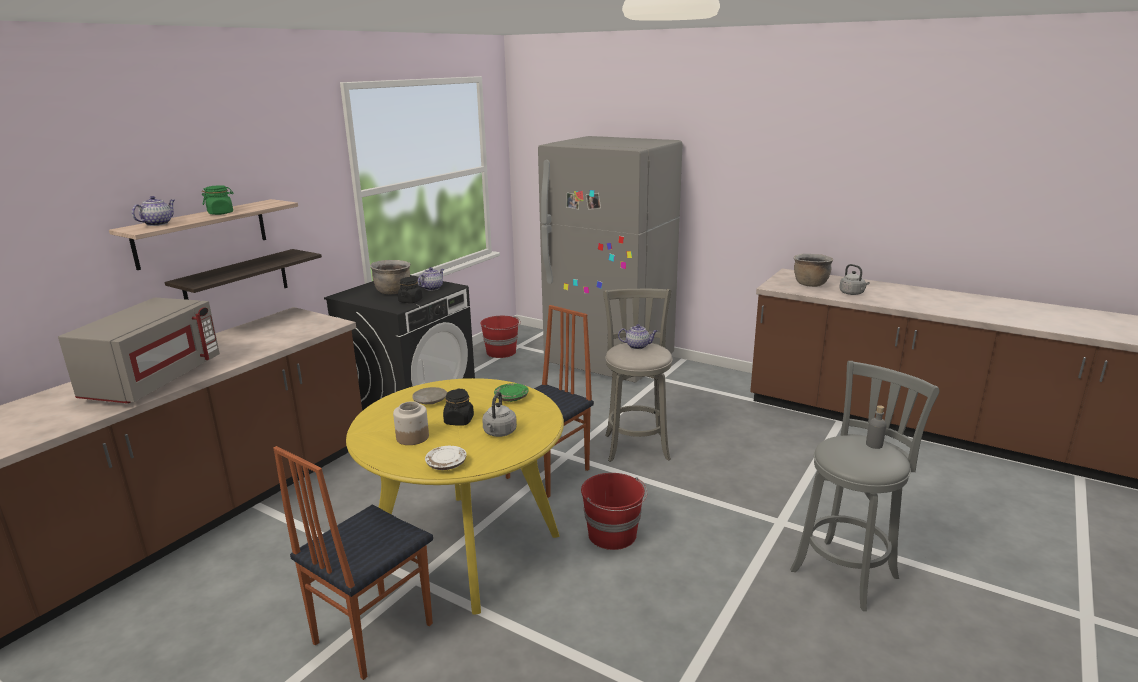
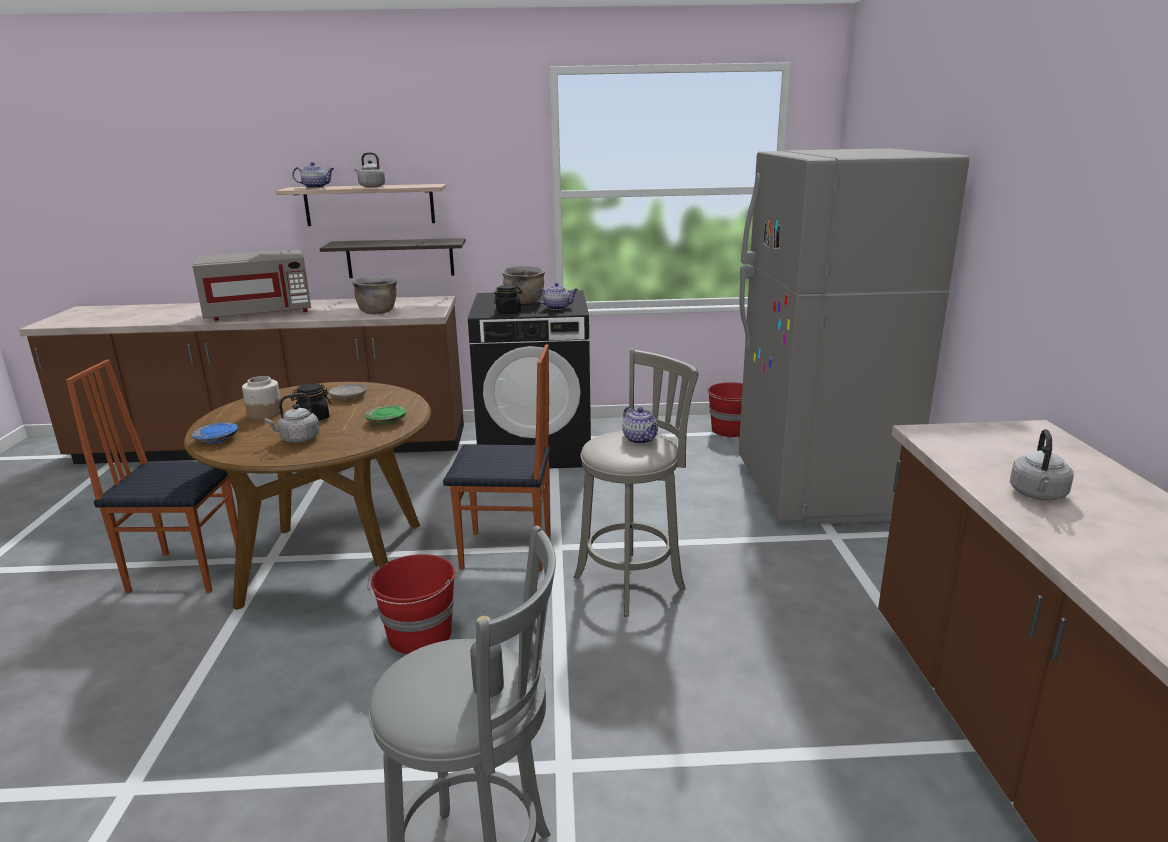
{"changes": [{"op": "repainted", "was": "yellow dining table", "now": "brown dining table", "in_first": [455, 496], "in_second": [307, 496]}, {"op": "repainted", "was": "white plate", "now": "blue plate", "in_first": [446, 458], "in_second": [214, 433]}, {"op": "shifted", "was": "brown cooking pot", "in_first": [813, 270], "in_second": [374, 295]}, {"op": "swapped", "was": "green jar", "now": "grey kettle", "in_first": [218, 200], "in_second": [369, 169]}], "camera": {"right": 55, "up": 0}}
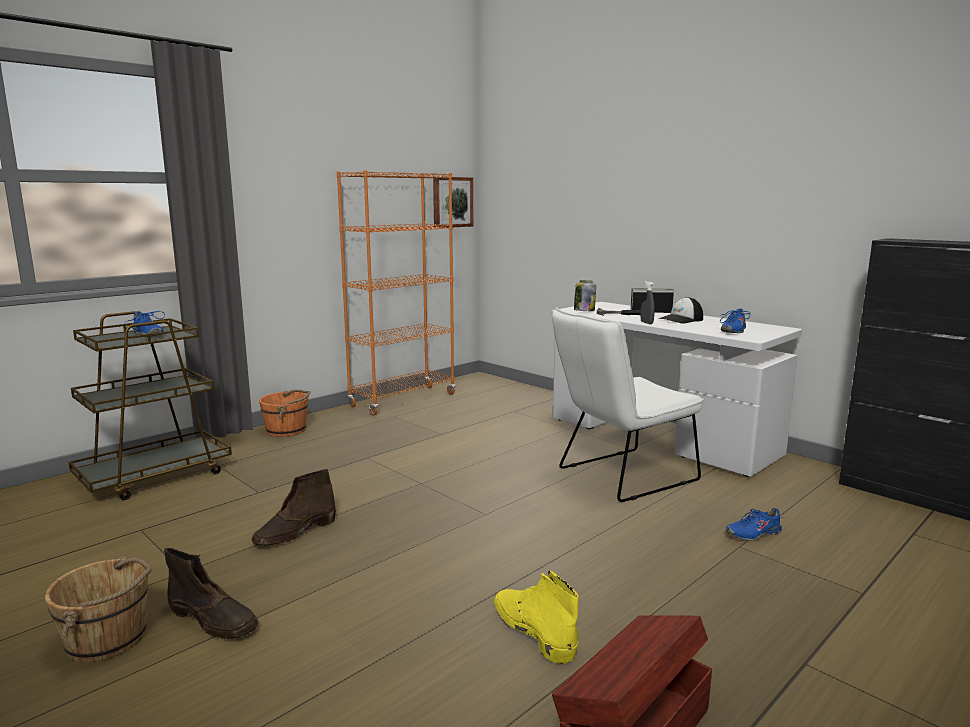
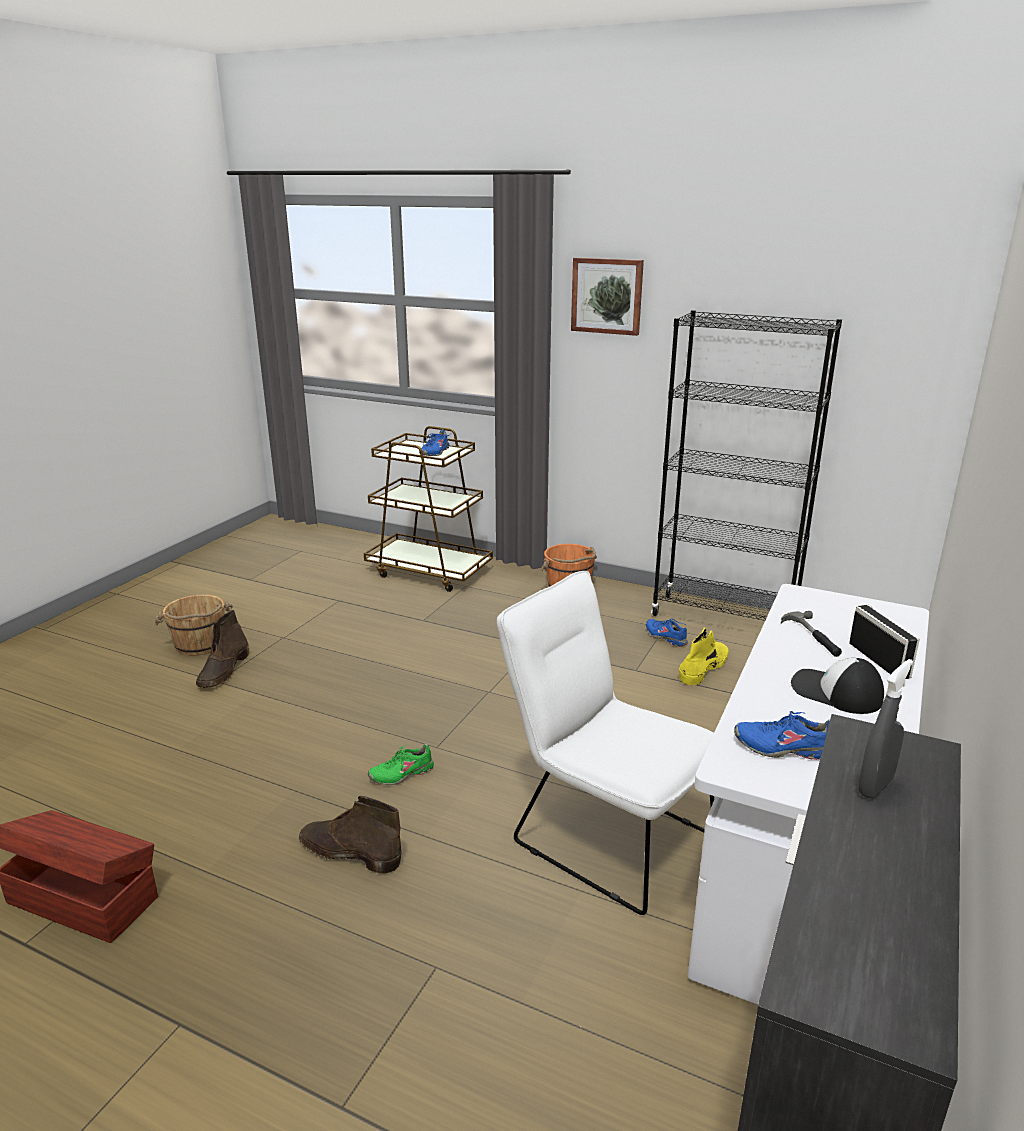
{"changes": [{"op": "shifted", "was": "brown boot", "in_first": [294, 507], "in_second": [350, 835]}, {"op": "new", "now": "green shoe", "in_second": [401, 764]}, {"op": "shifted", "was": "picture", "in_first": [453, 202], "in_second": [607, 296]}, {"op": "shifted", "was": "blue shoe", "in_first": [754, 524], "in_second": [667, 633]}, {"op": "repainted", "was": "orange bookcase", "now": "black bookcase", "in_first": [396, 293], "in_second": [746, 465]}, {"op": "shifted", "was": "yellow boot", "in_first": [536, 617], "in_second": [704, 656]}, {"op": "shifted", "was": "grey spray bottle", "in_first": [648, 302], "in_second": [885, 729]}, {"op": "gone", "was": "jar", "in_first": [585, 295]}], "camera": {"right": 70, "up": 10}}
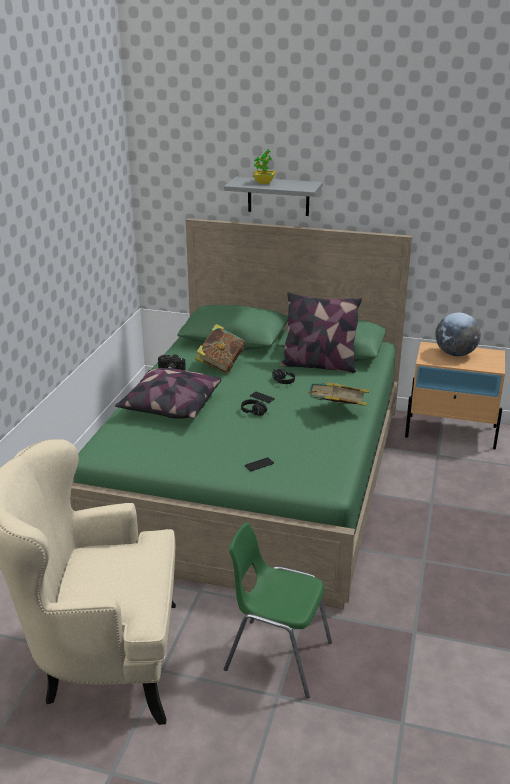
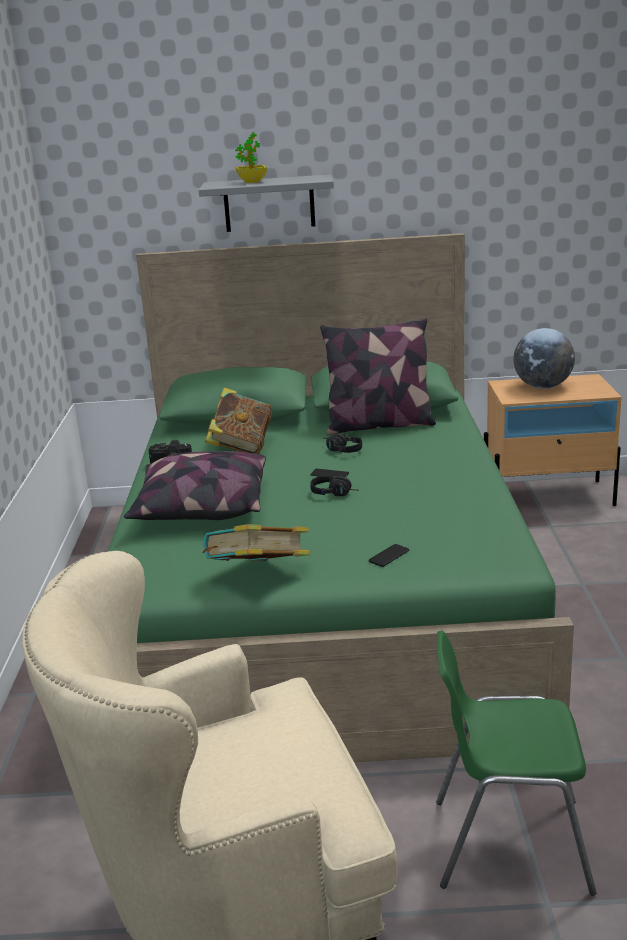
{"changes": [{"op": "shifted", "was": "book", "in_first": [338, 394], "in_second": [256, 542]}], "camera": {"right": -15, "up": -5}}
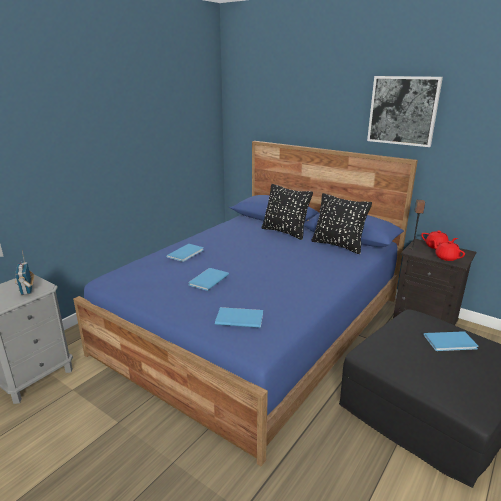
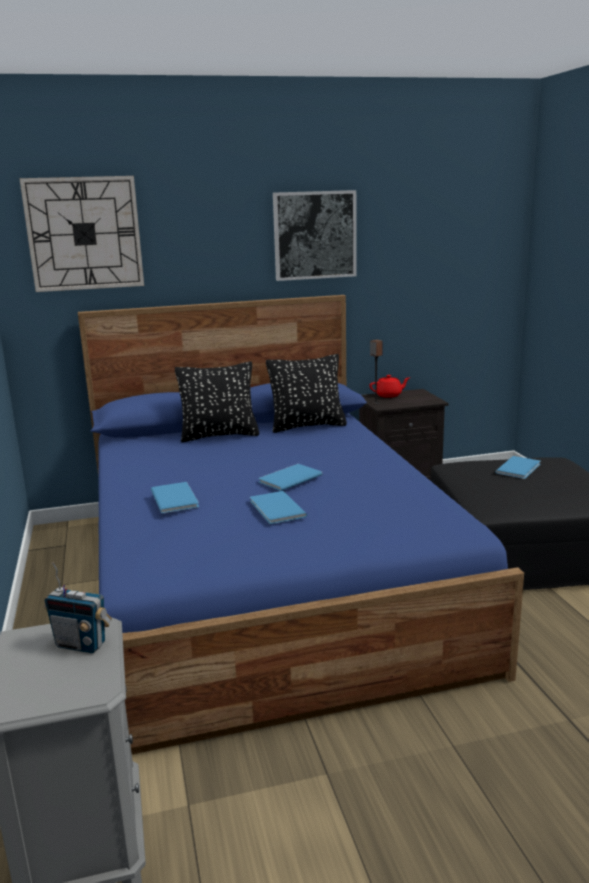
{"changes": [{"op": "new", "now": "wall clock", "in_second": [81, 234]}, {"op": "shifted", "was": "blue book", "in_first": [239, 317], "in_second": [290, 477]}, {"op": "gone", "was": "red teapot", "in_first": [448, 250]}], "camera": {"right": -50, "up": -5}}
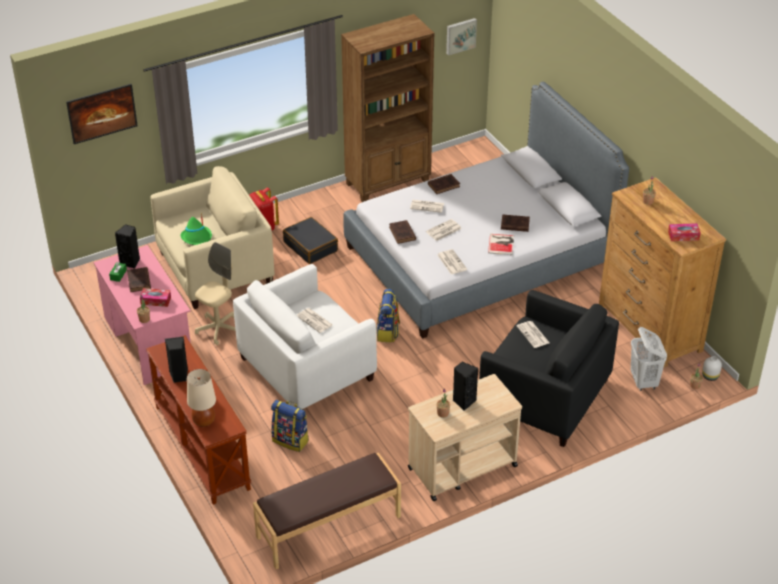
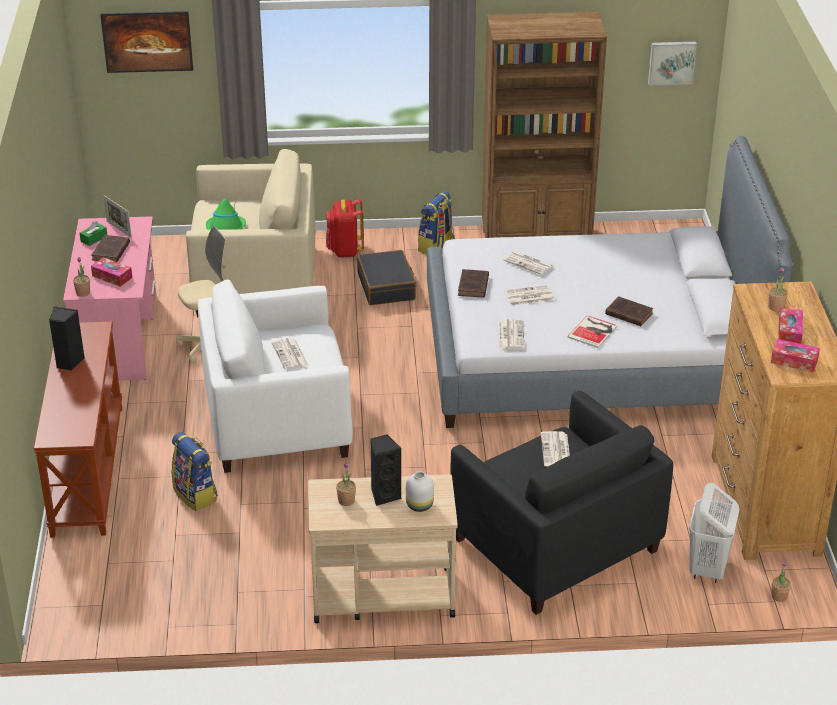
{"changes": [{"op": "swapped", "was": "black speaker", "now": "picture frame", "in_first": [127, 246], "in_second": [118, 216]}, {"op": "shifted", "was": "white vase", "in_first": [712, 368], "in_second": [420, 492]}, {"op": "shifted", "was": "backpack", "in_first": [388, 316], "in_second": [436, 222]}, {"op": "new", "now": "tissue box", "in_second": [790, 326]}, {"op": "gone", "was": "beige table lamp", "in_first": [201, 398]}, {"op": "gone", "was": "brown bench", "in_first": [327, 511]}, {"op": "gone", "was": "brown book", "in_first": [444, 184]}], "camera": {"right": 25, "up": -5}}
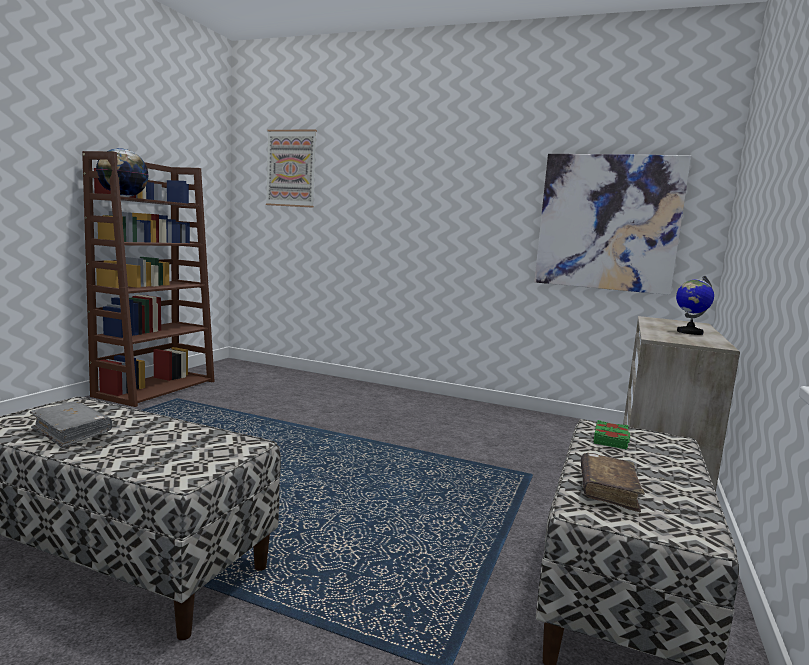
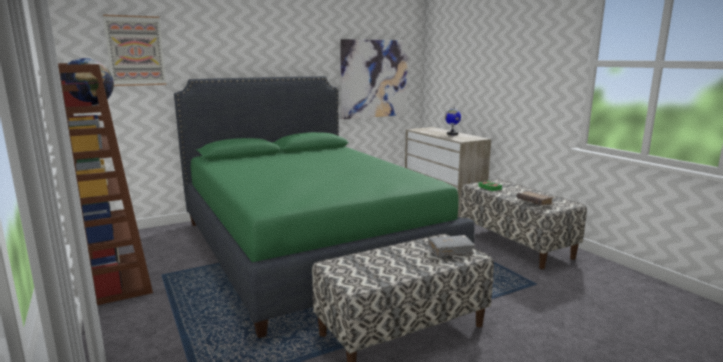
{"changes": [{"op": "new", "now": "green bed", "in_second": [324, 207]}, {"op": "shifted", "was": "grey book", "in_first": [71, 424], "in_second": [451, 246]}], "camera": {"right": -50, "up": 5}}
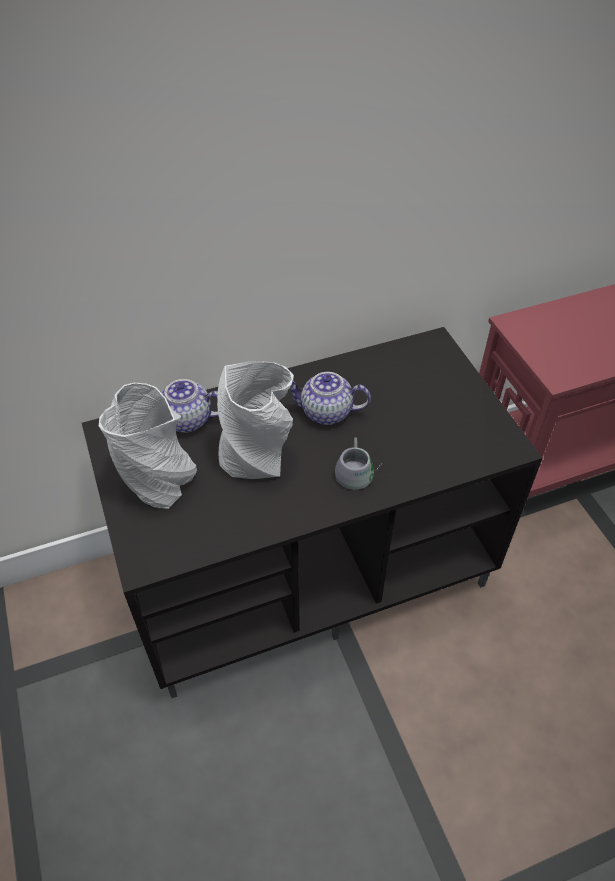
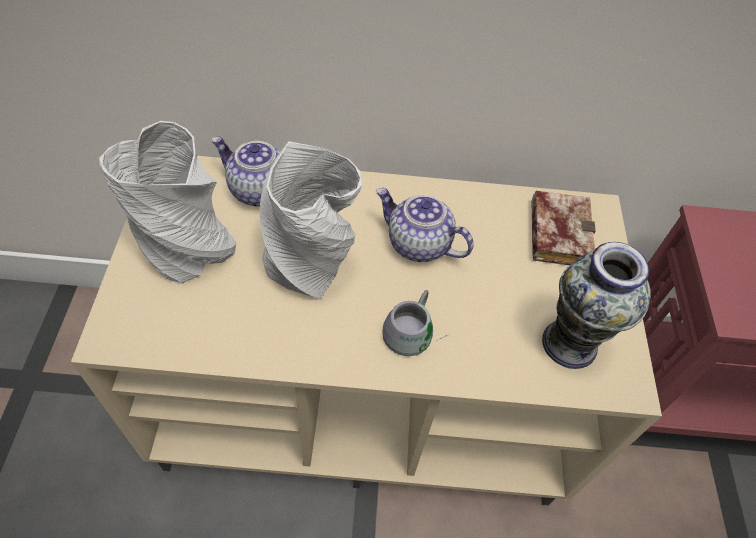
{"changes": [{"op": "repainted", "was": "black tv stand", "now": "beige tv stand", "in_first": [312, 512], "in_second": [366, 330]}, {"op": "new", "now": "book", "in_second": [563, 228]}, {"op": "new", "now": "vase", "in_second": [596, 305]}], "camera": {"right": 20, "up": 5}}
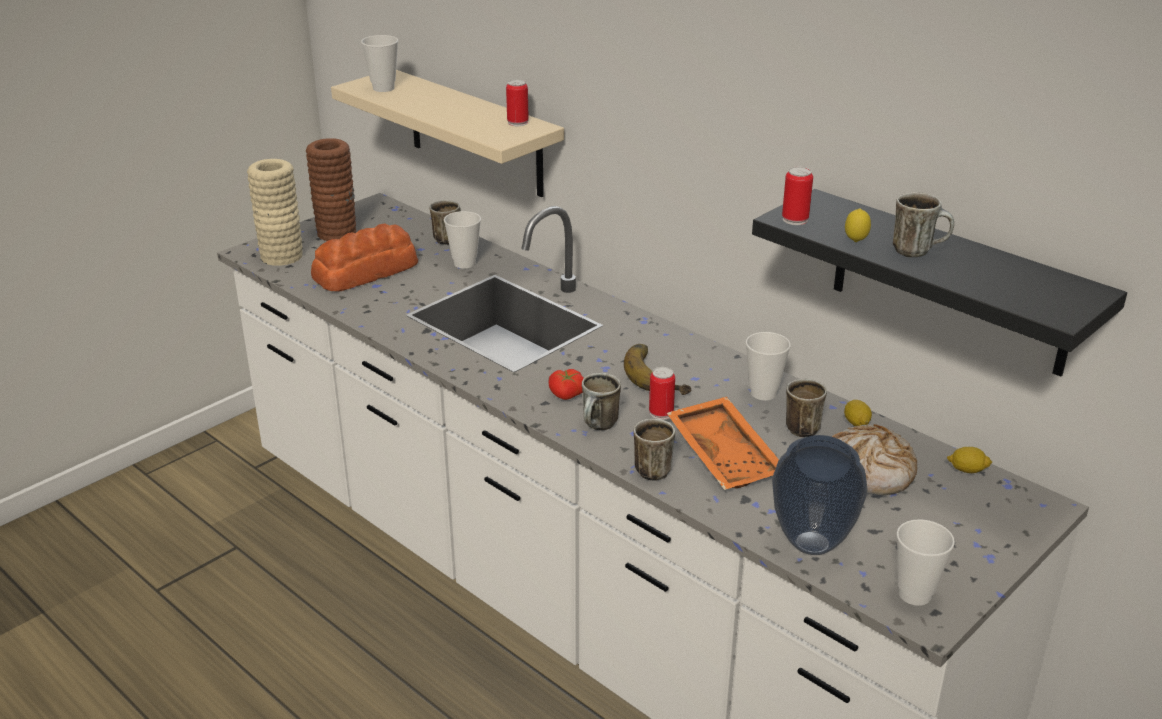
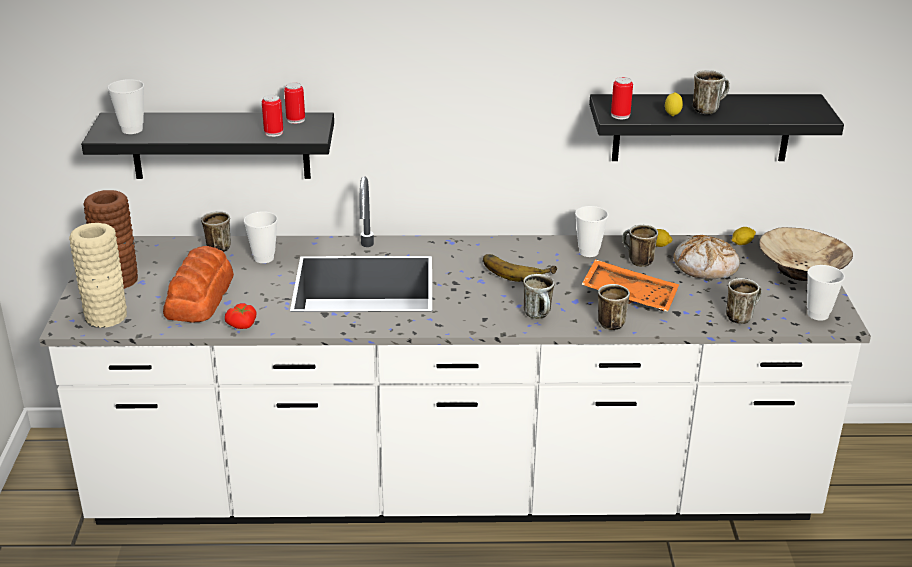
{"changes": [{"op": "repainted", "was": "beige shelf", "now": "black shelf", "in_first": [447, 133], "in_second": [207, 146]}, {"op": "shifted", "was": "tomato", "in_first": [566, 384], "in_second": [240, 316]}, {"op": "shifted", "was": "can", "in_first": [662, 393], "in_second": [272, 116]}, {"op": "swapped", "was": "vase", "now": "mug", "in_first": [820, 495], "in_second": [744, 301]}, {"op": "new", "now": "beige bowl", "in_second": [806, 254]}], "camera": {"right": -45, "up": 0}}
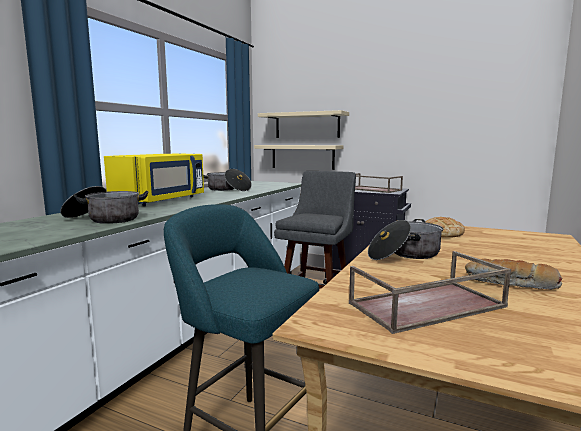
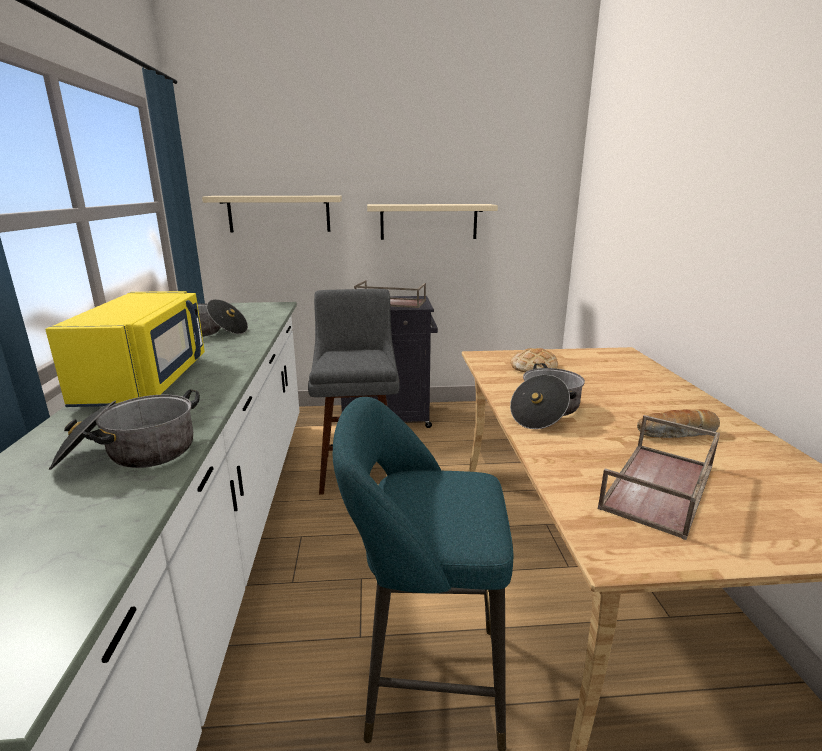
{"changes": [{"op": "shifted", "was": "beige shelf", "in_first": [299, 157], "in_second": [432, 222]}], "camera": {"right": -30, "up": 10}}
